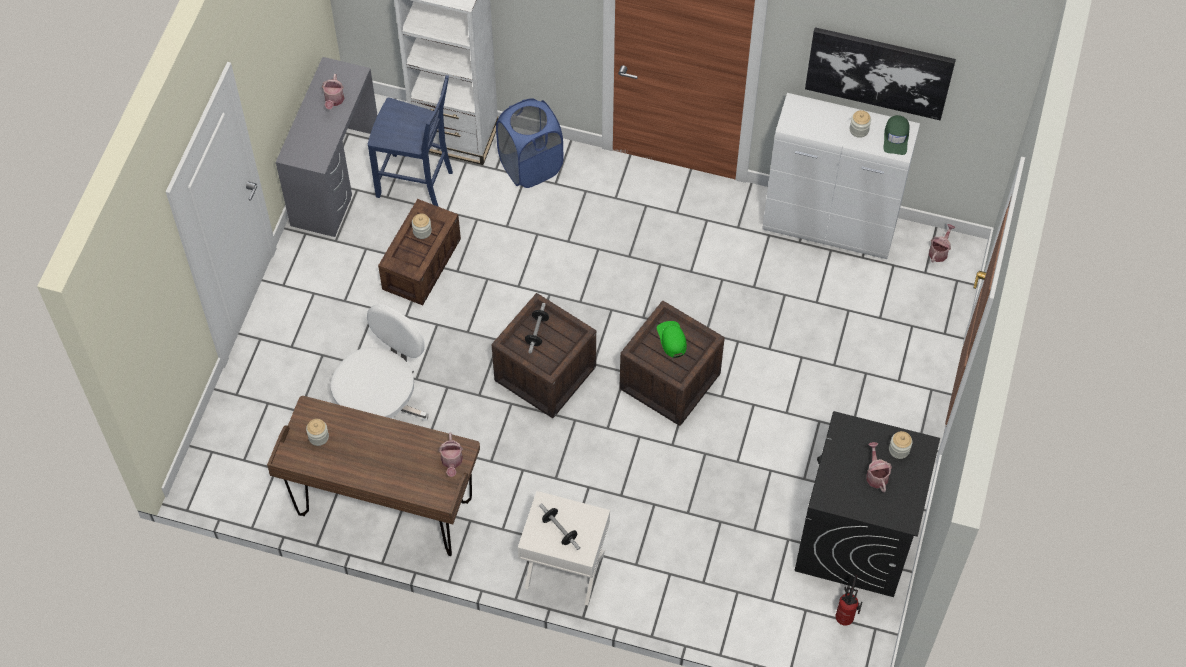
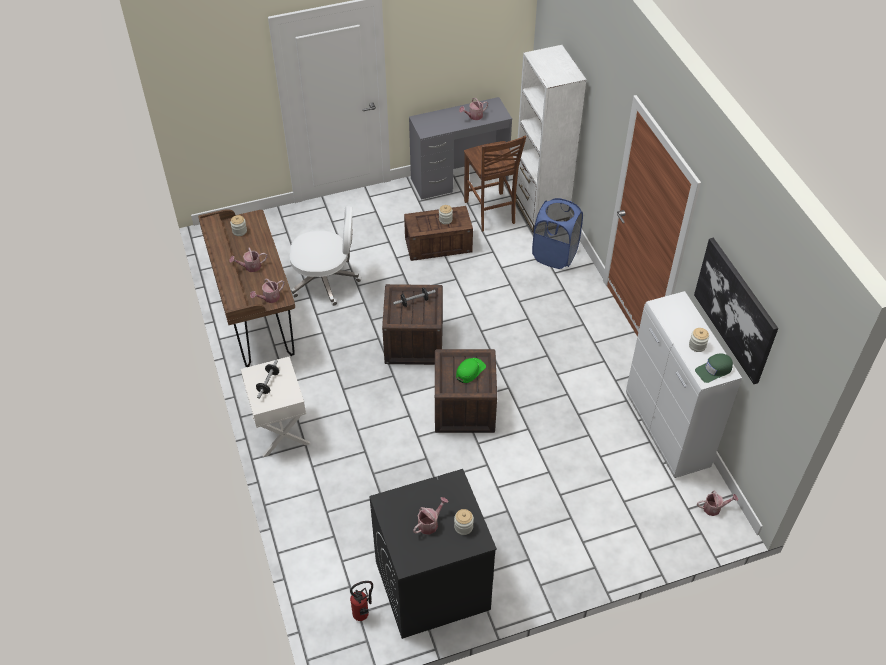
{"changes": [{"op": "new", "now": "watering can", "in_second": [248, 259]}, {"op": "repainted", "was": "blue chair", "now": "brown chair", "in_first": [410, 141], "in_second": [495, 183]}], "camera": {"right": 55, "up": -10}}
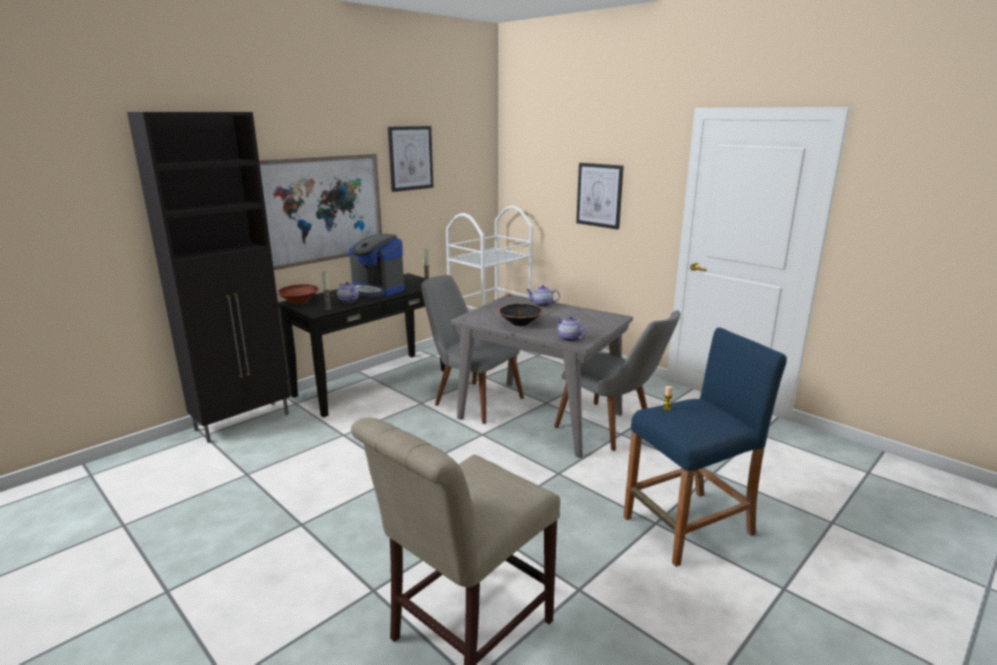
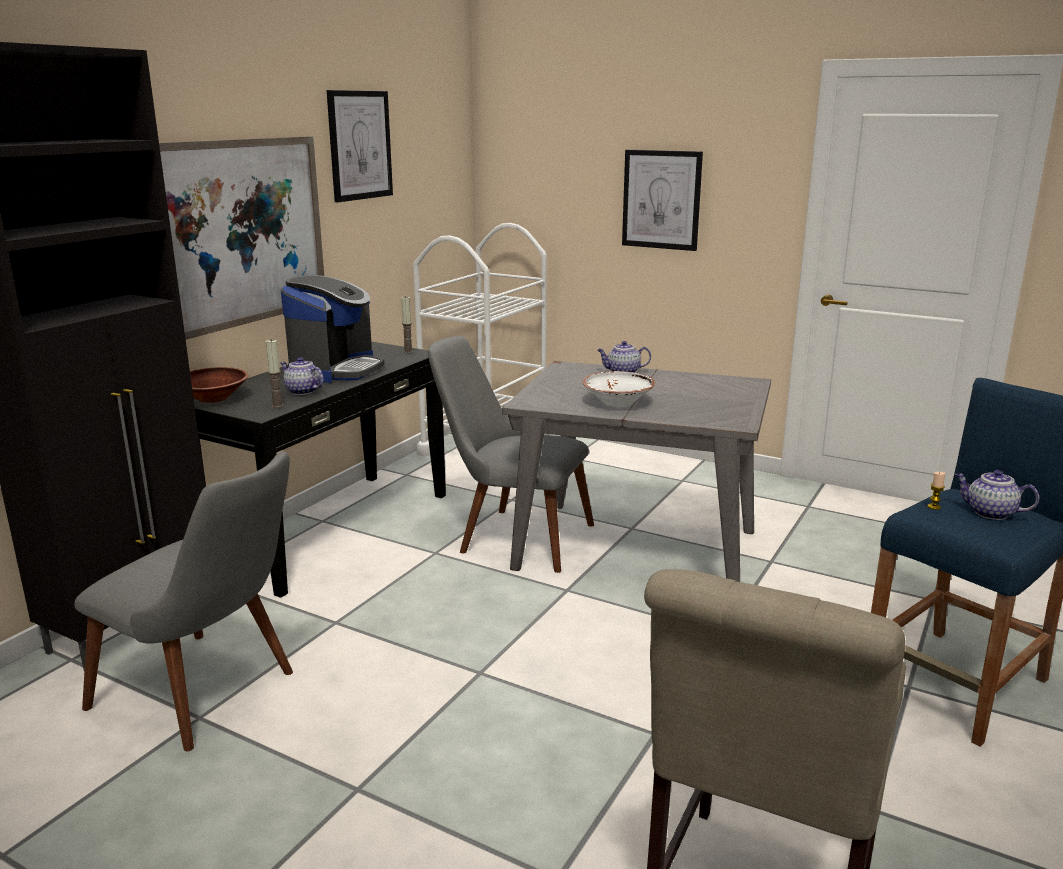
{"changes": [{"op": "shifted", "was": "grey chair", "in_first": [617, 380], "in_second": [183, 601]}, {"op": "rotated", "was": "coffee machine", "in_first": [377, 266], "in_second": [332, 329], "clockwise": -90}, {"op": "repainted", "was": "black bowl", "now": "white bowl", "in_first": [520, 315], "in_second": [618, 389]}, {"op": "shifted", "was": "teapot", "in_first": [571, 329], "in_second": [997, 495]}], "camera": {"right": -15, "up": 0}}
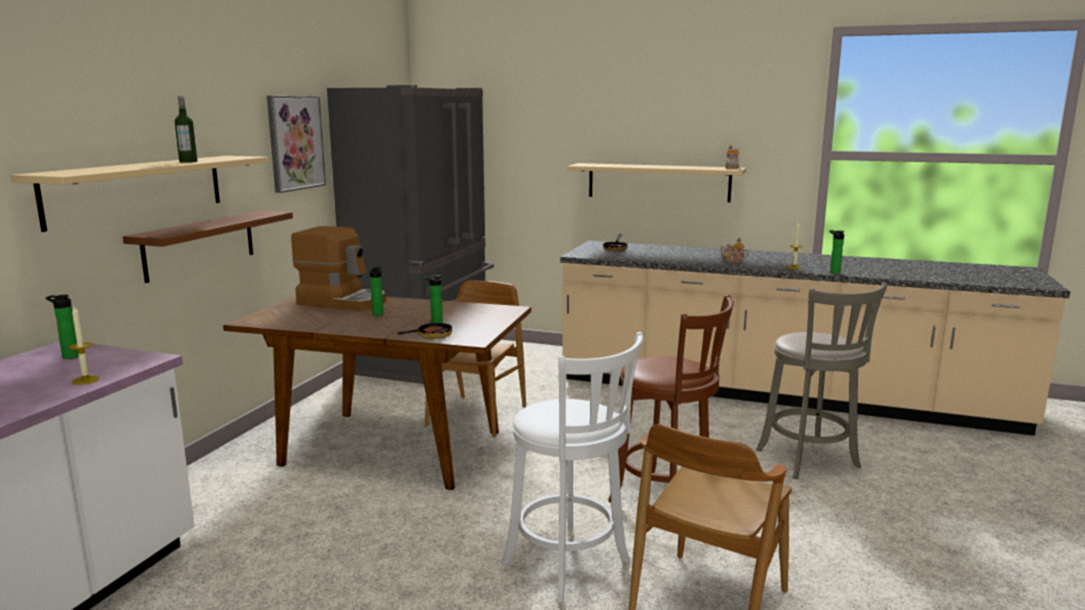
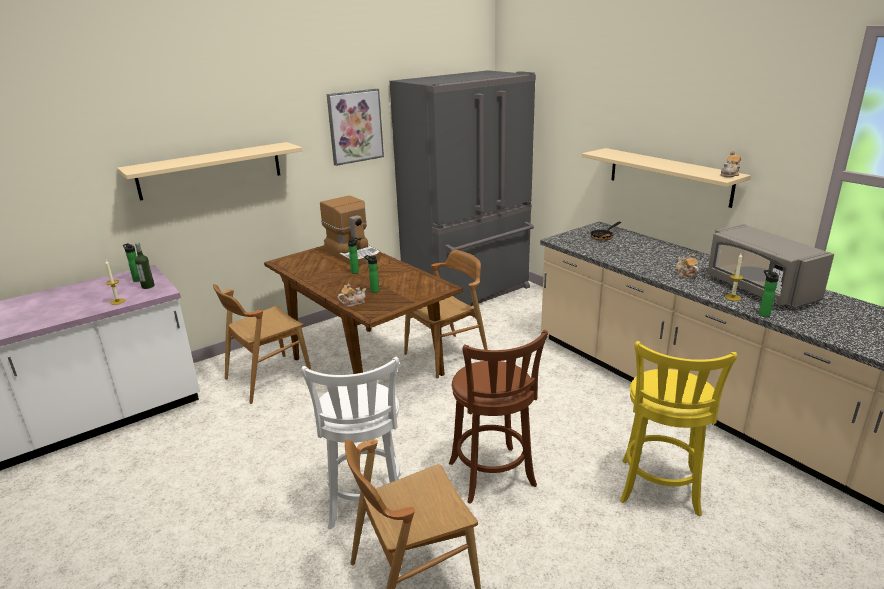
{"changes": [{"op": "shifted", "was": "bottle", "in_first": [186, 129], "in_second": [145, 265]}, {"op": "new", "now": "brown chair", "in_second": [262, 344]}, {"op": "swapped", "was": "frying pan", "now": "teapot", "in_first": [425, 327], "in_second": [352, 295]}, {"op": "repainted", "was": "grey stool", "now": "yellow stool", "in_first": [821, 380], "in_second": [678, 429]}, {"op": "new", "now": "grey microwave", "in_second": [770, 266]}, {"op": "gone", "was": "brown shelf", "in_first": [208, 246]}], "camera": {"right": 35, "up": 10}}
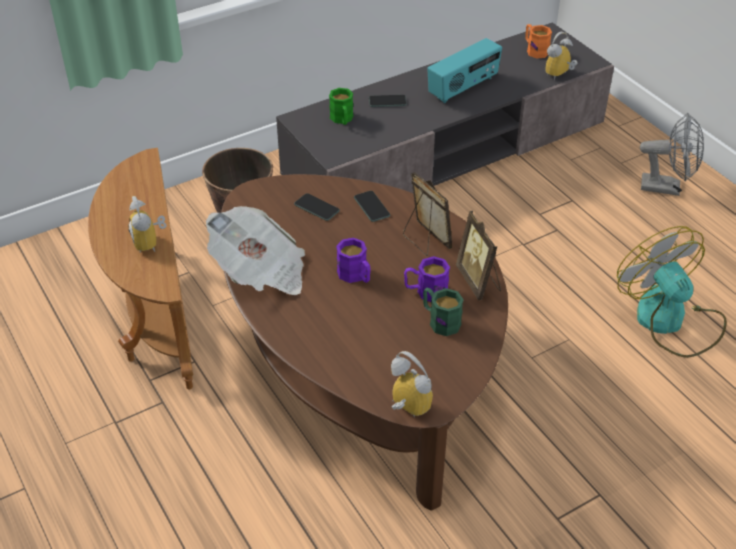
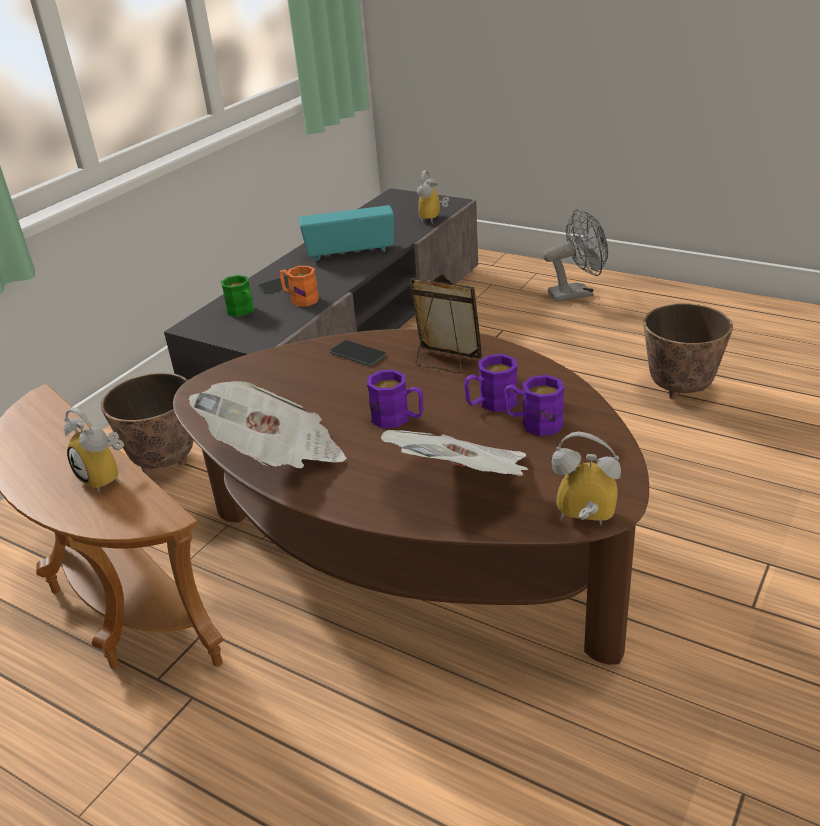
{"changes": [{"op": "shifted", "was": "orange mug", "in_first": [538, 41], "in_second": [299, 286]}, {"op": "rotated", "was": "radio", "in_first": [464, 70], "in_second": [346, 233], "clockwise": -120}, {"op": "new", "now": "newspaper", "in_second": [454, 453]}, {"op": "repainted", "was": "green mug", "now": "purple mug", "in_first": [443, 312], "in_second": [534, 405]}, {"op": "swapped", "was": "fan", "now": "planter", "in_first": [672, 292], "in_second": [688, 351]}, {"op": "gone", "was": "phone", "in_first": [317, 207]}, {"op": "gone", "was": "picture frame", "in_first": [478, 256]}], "camera": {"right": -25, "up": -10}}
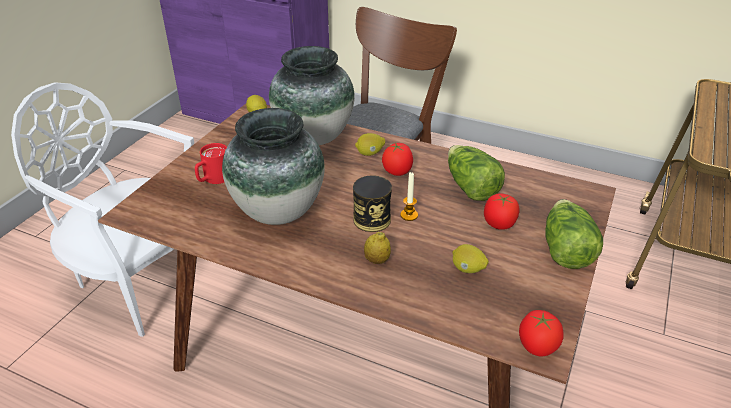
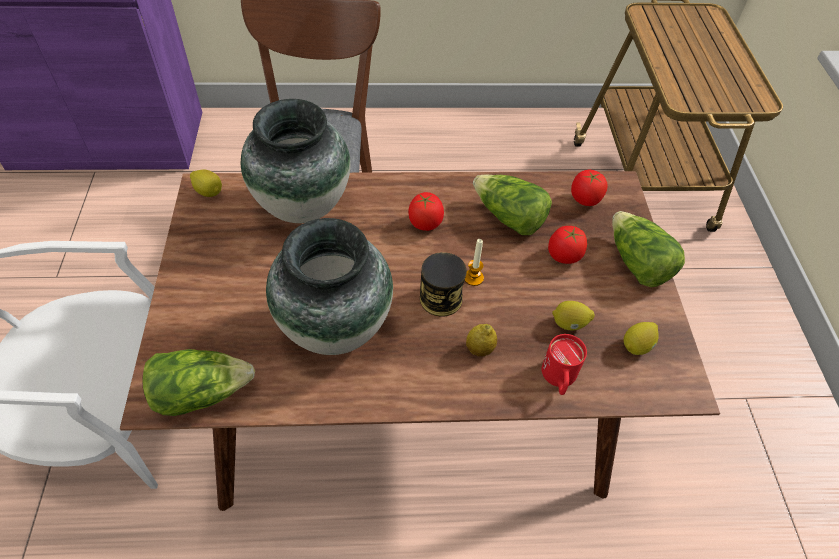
{"changes": [{"op": "new", "now": "lettuce", "in_second": [198, 382]}, {"op": "shifted", "was": "red mug", "in_first": [211, 163], "in_second": [564, 364]}, {"op": "shifted", "was": "tomato", "in_first": [541, 333], "in_second": [589, 188]}, {"op": "shifted", "was": "lemon", "in_first": [370, 144], "in_second": [641, 338]}], "camera": {"right": -30, "up": 15}}
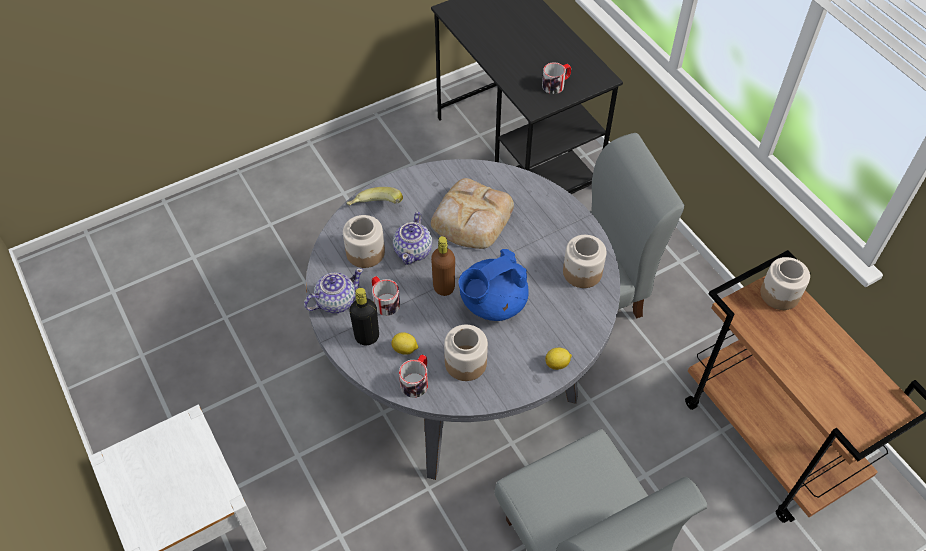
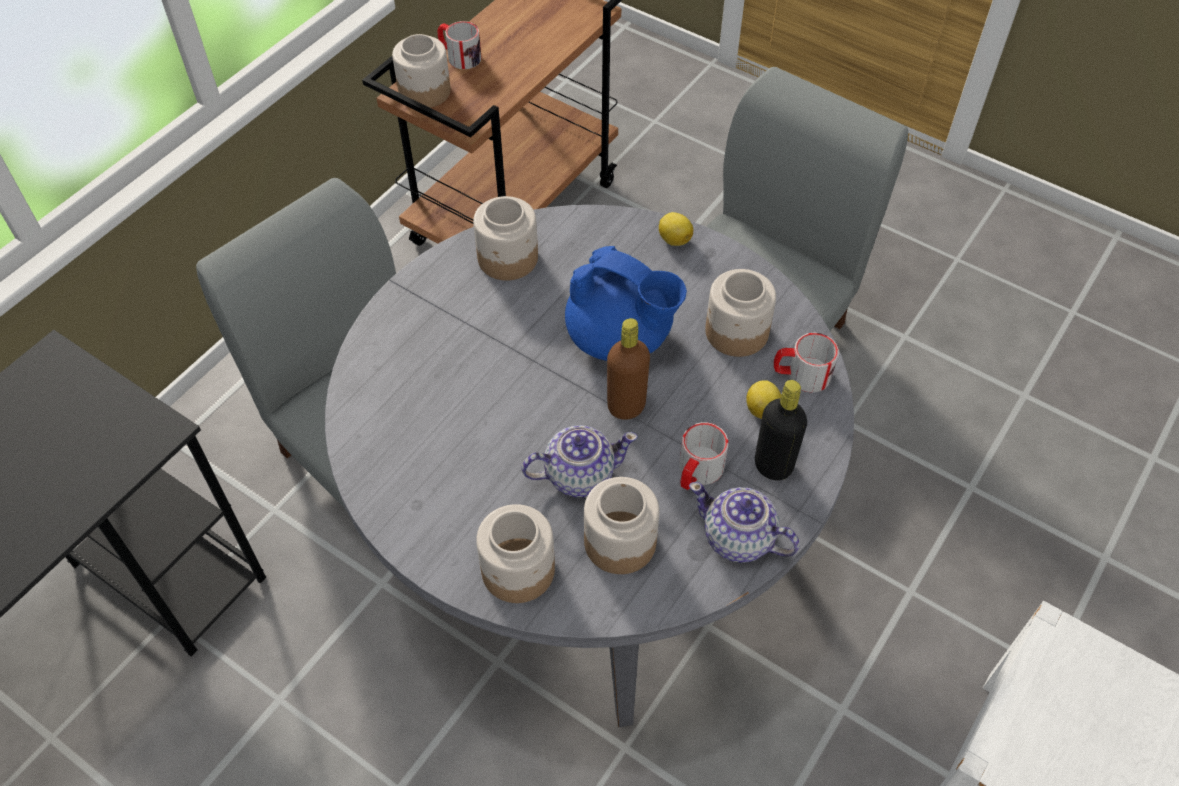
{"changes": [{"op": "shifted", "was": "mug", "in_first": [556, 78], "in_second": [460, 45]}, {"op": "swapped", "was": "banana", "now": "jar", "in_first": [375, 196], "in_second": [515, 553]}, {"op": "gone", "was": "bread", "in_first": [472, 213]}], "camera": {"right": -115, "up": 0}}
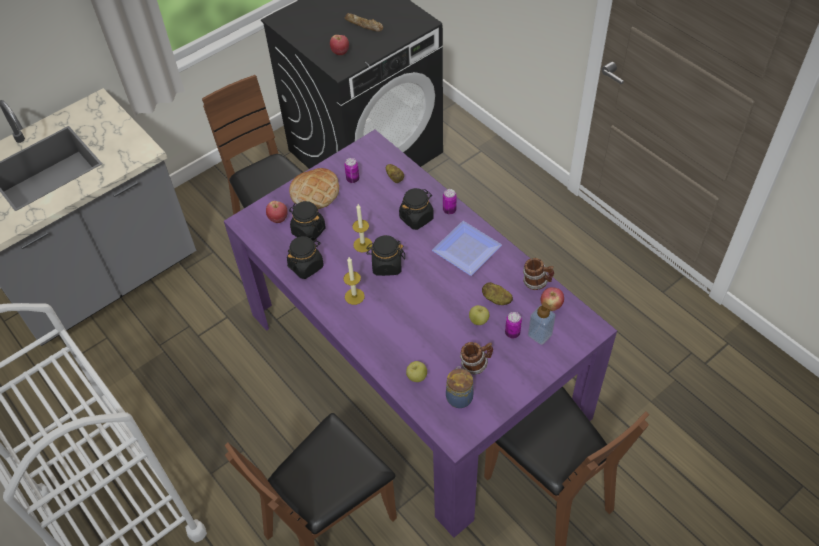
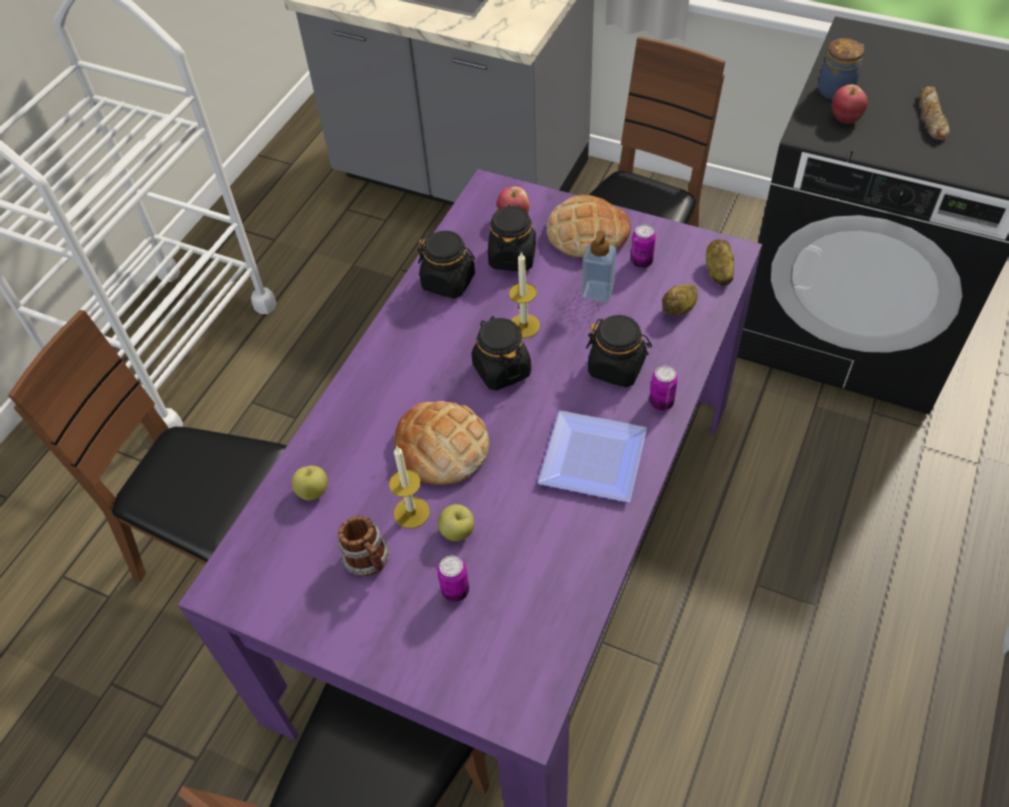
{"changes": [{"op": "shifted", "was": "candle", "in_first": [354, 281], "in_second": [409, 488]}, {"op": "new", "now": "bread", "in_second": [442, 443]}, {"op": "shifted", "was": "soap dispenser", "in_first": [542, 323], "in_second": [599, 266]}, {"op": "shifted", "was": "potato", "in_first": [497, 293], "in_second": [720, 263]}, {"op": "shifted", "was": "jar", "in_first": [460, 387], "in_second": [841, 69]}, {"op": "gone", "was": "mug", "in_first": [538, 274]}, {"op": "gone", "was": "apple", "in_first": [552, 299]}], "camera": {"right": 65, "up": 0}}
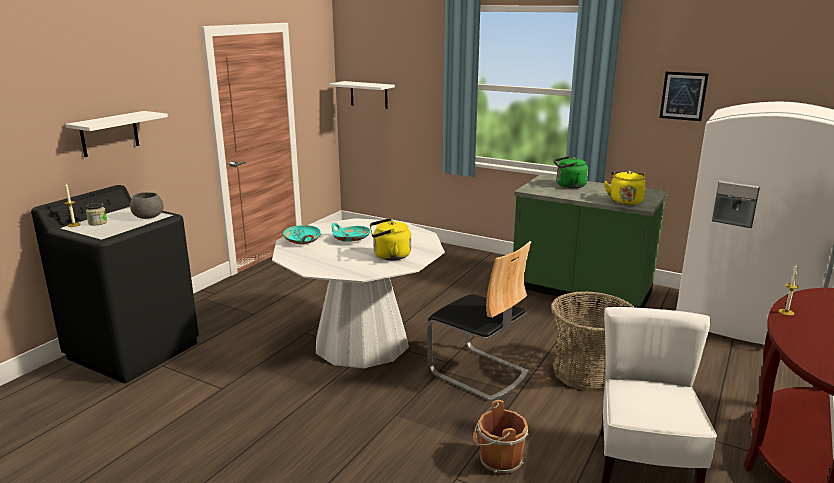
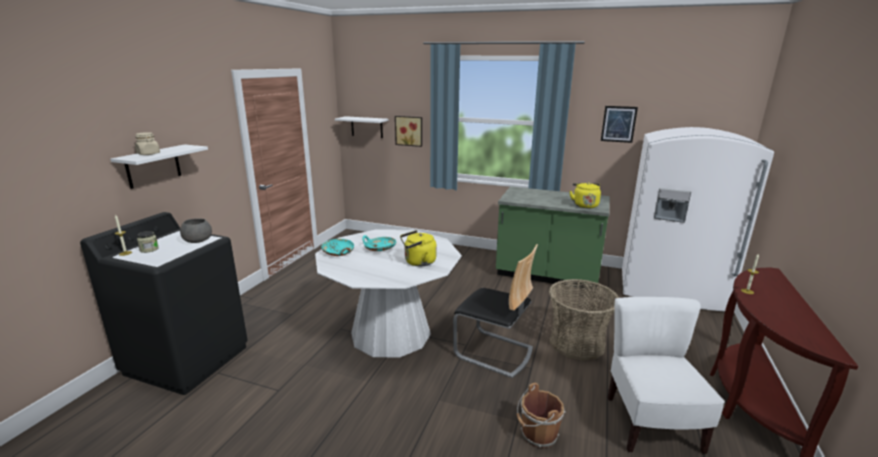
{"changes": [{"op": "new", "now": "beige jar", "in_second": [147, 143]}, {"op": "new", "now": "picture", "in_second": [408, 131]}, {"op": "gone", "was": "green kettle", "in_first": [571, 172]}], "camera": {"right": -10, "up": 0}}
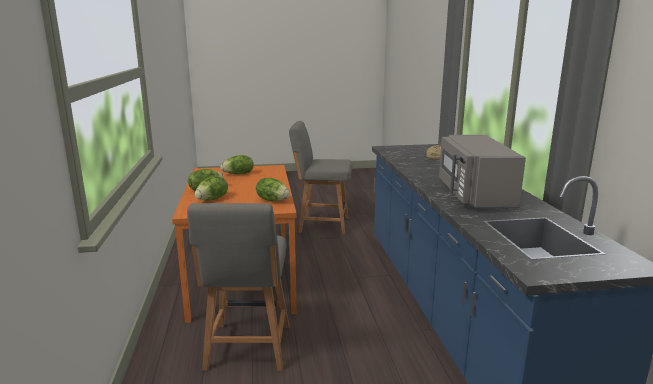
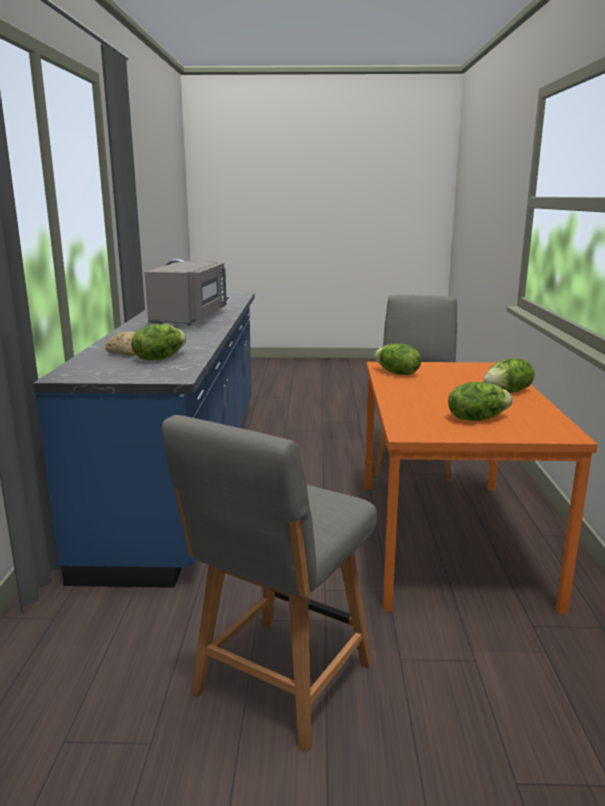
{"changes": [{"op": "shifted", "was": "lettuce", "in_first": [211, 188], "in_second": [158, 342]}, {"op": "rotated", "was": "grey chair", "in_first": [320, 178], "in_second": [269, 583], "clockwise": 105}], "camera": {"right": -170, "up": 0}}
